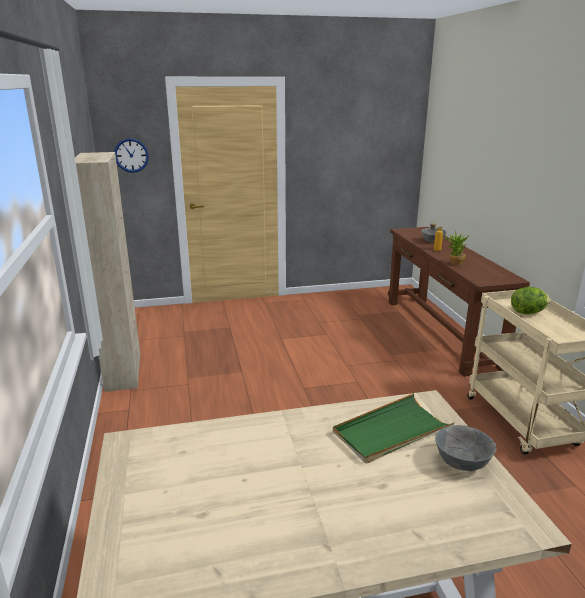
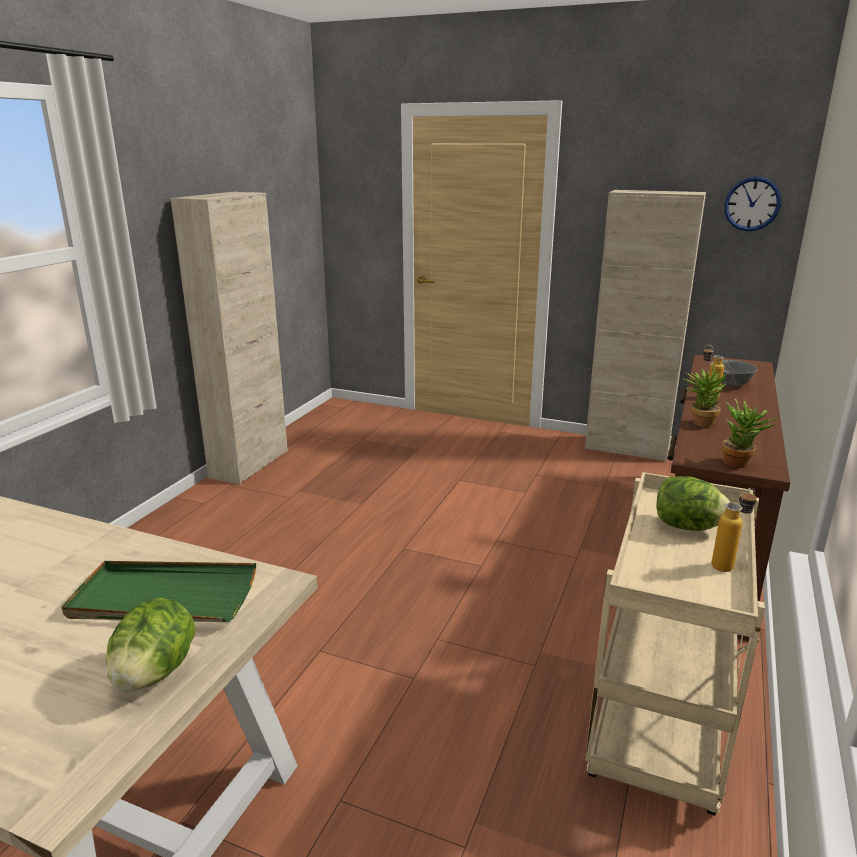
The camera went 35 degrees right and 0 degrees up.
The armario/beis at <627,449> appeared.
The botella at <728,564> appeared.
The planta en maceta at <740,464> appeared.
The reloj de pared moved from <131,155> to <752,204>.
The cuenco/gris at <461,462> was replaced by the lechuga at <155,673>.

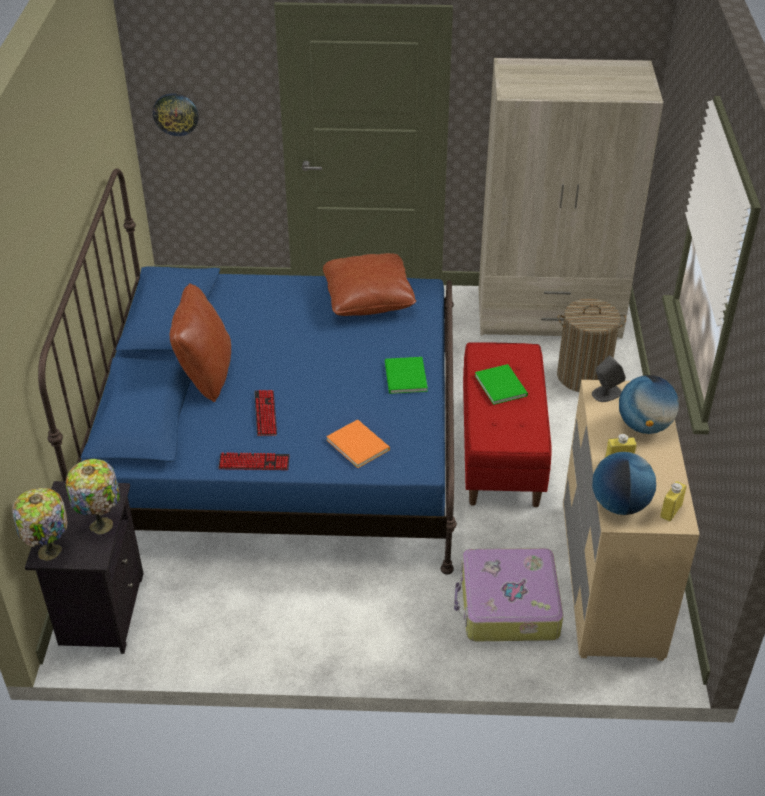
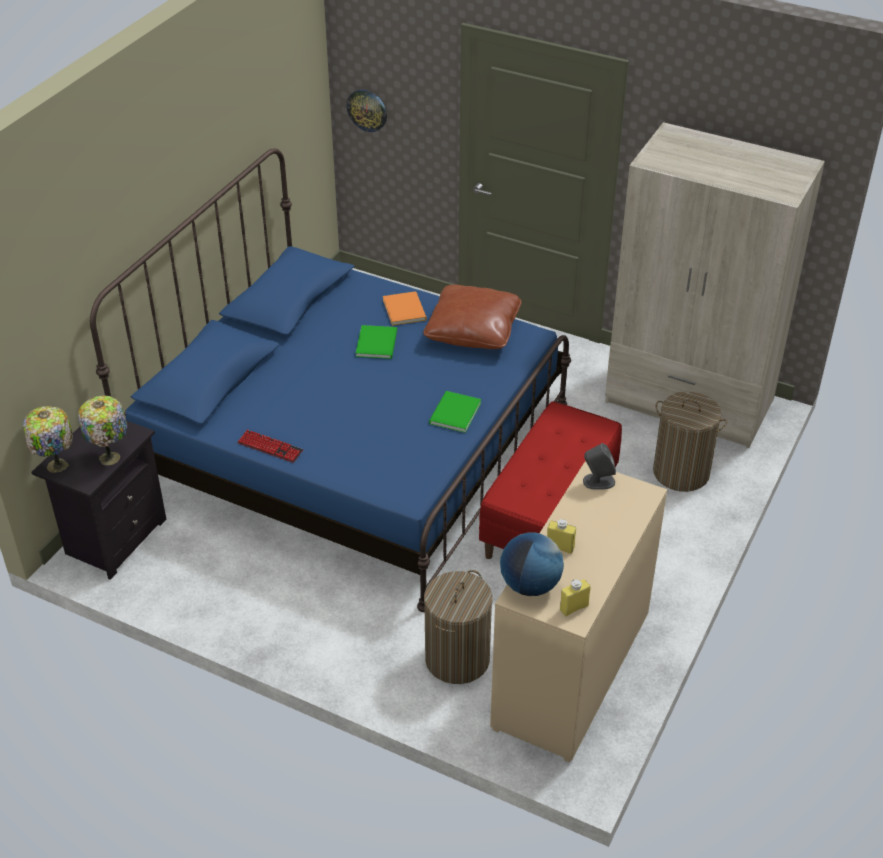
The camera went 25 degrees right and 0 degrees up.
The cojín/marrón at <206,375> disappeared.
The teclado at <265,414> disappeared.
The globo terráqueo at <644,426> disappeared.
The libro/naranja moved from <358,443> to <405,309>.
The libro/verde moved from <501,384> to <378,342>.
The maleta at <507,606> was replaced by the cesto de la ropa at <457,659>.

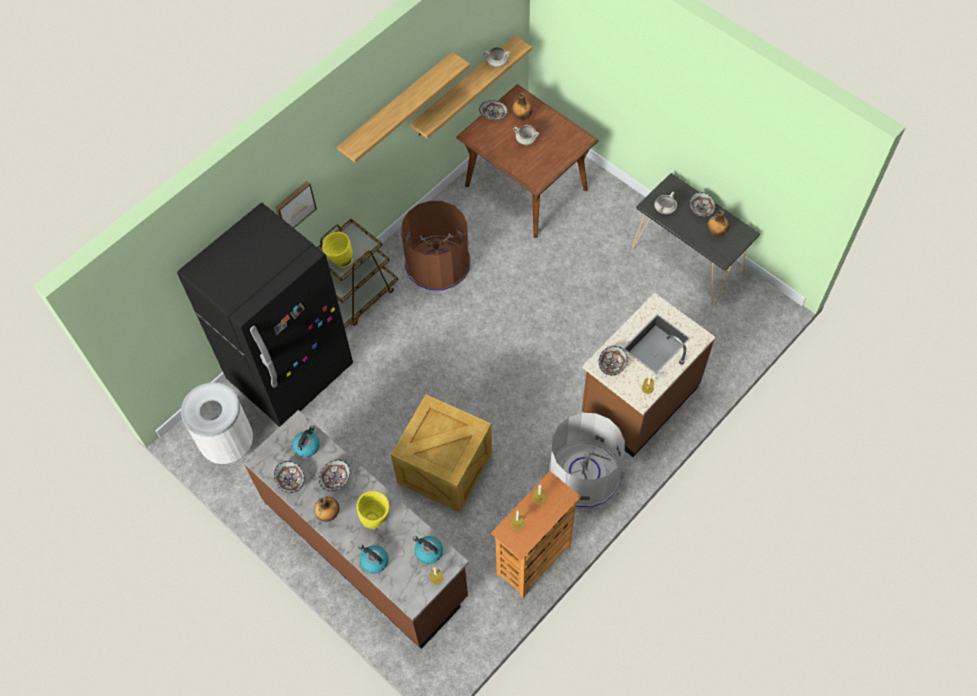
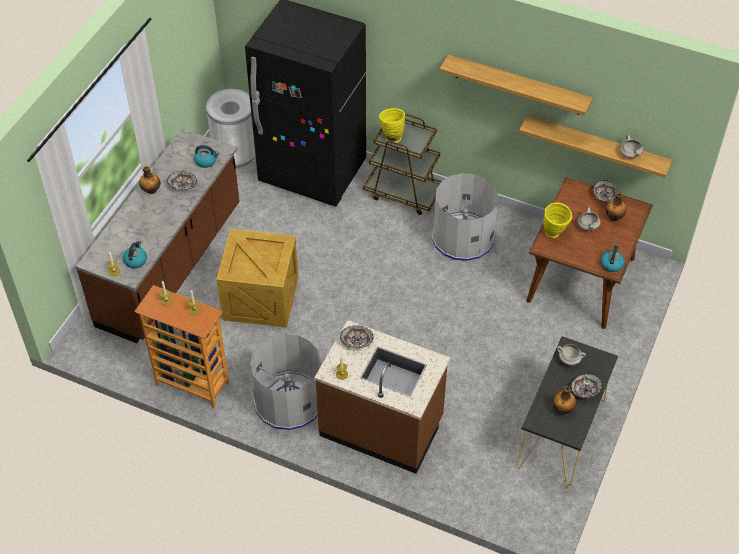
The camera went 70 degrees right and 10 degrees down.
The cuenco at <291,480> disappeared.
The cuadro at <294,206> disappeared.
The florero/amarillo moved from <376,519> to <554,234>.
The hervidor moved from <374,561> to <611,264>.
The papelera/marrón at <437,264> became the papelera/gris at <463,237>.

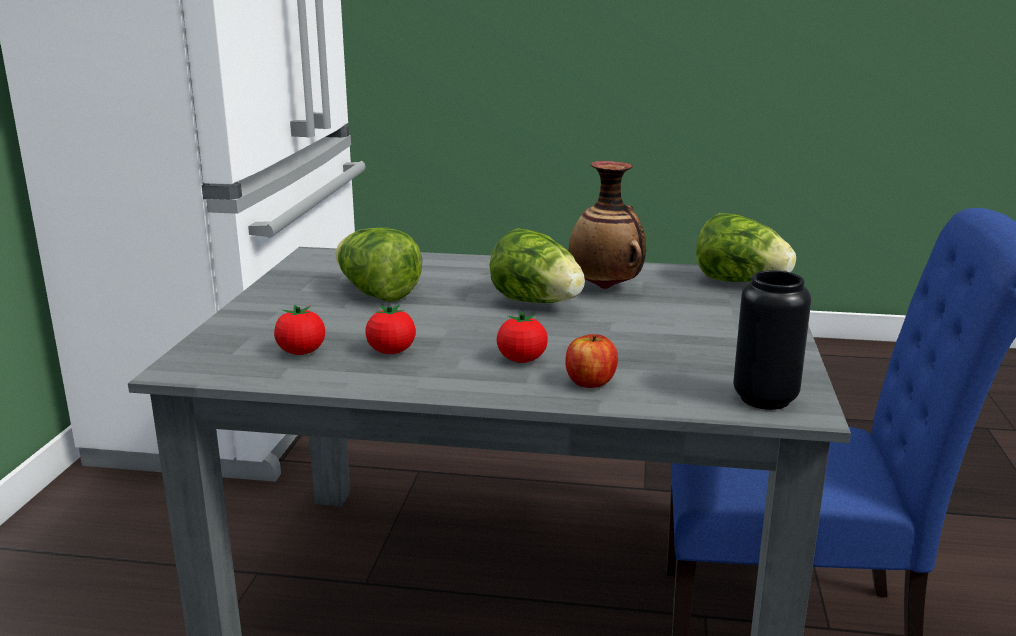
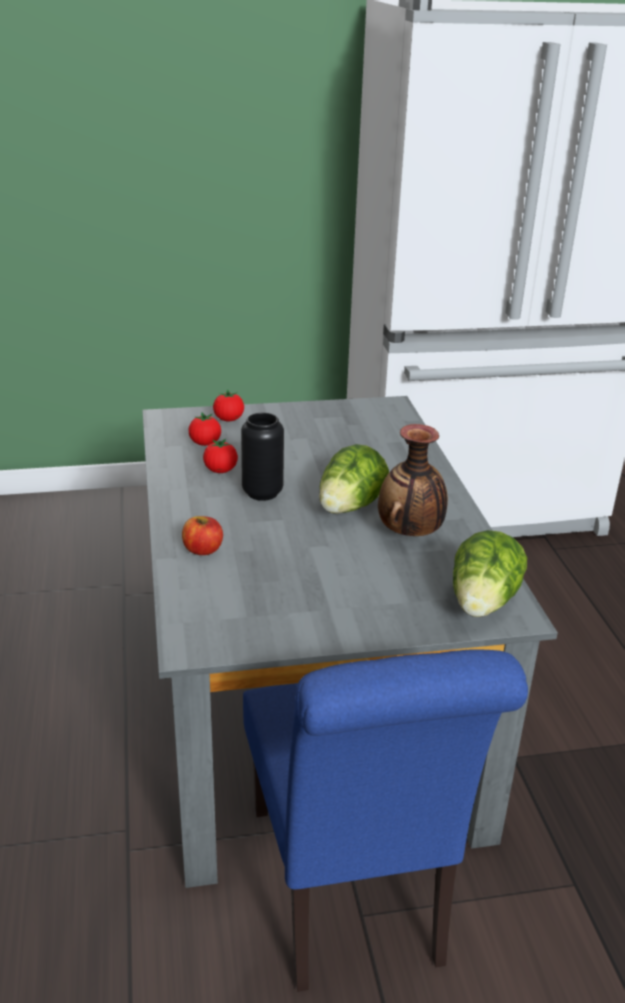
The camera went 70 degrees right and 10 degrees up.
The lechuga at <377,294> disappeared.
The tomate moved from <522,360> to <228,419>.
The florero/negro moved from <765,399> to <262,492>.

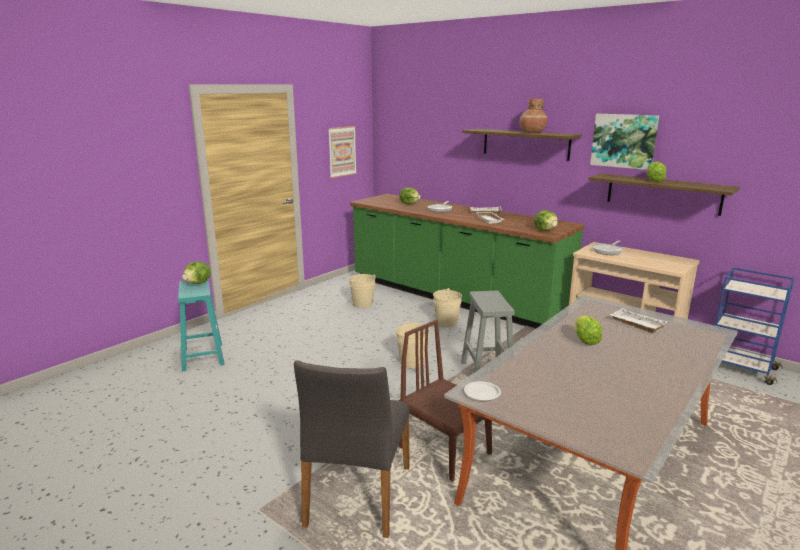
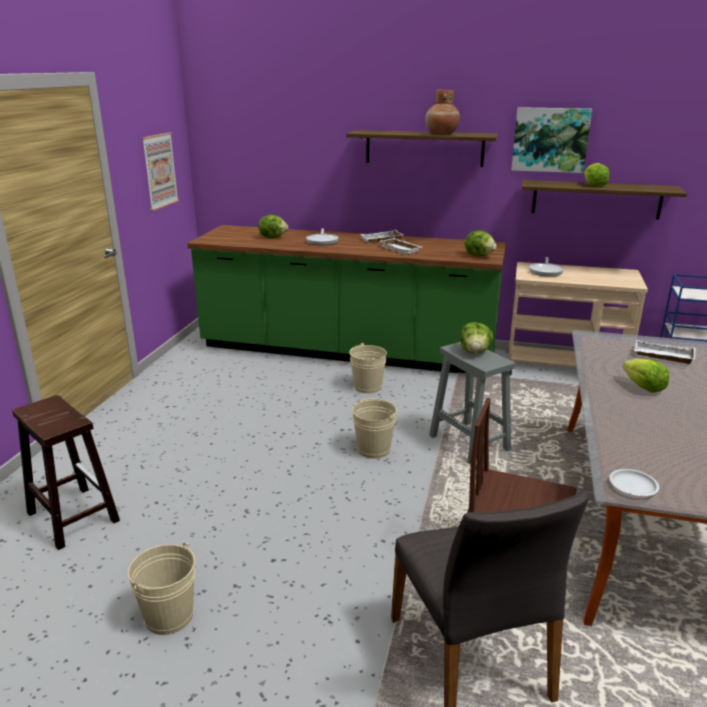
The camera went 25 degrees left and 5 degrees up.
The lechuga moved from <198,283> to <475,352>.
The cubo/beis moved from <362,304> to <169,616>.
The taburete/turquesa at <202,356> became the taburete/marrón at <72,516>.

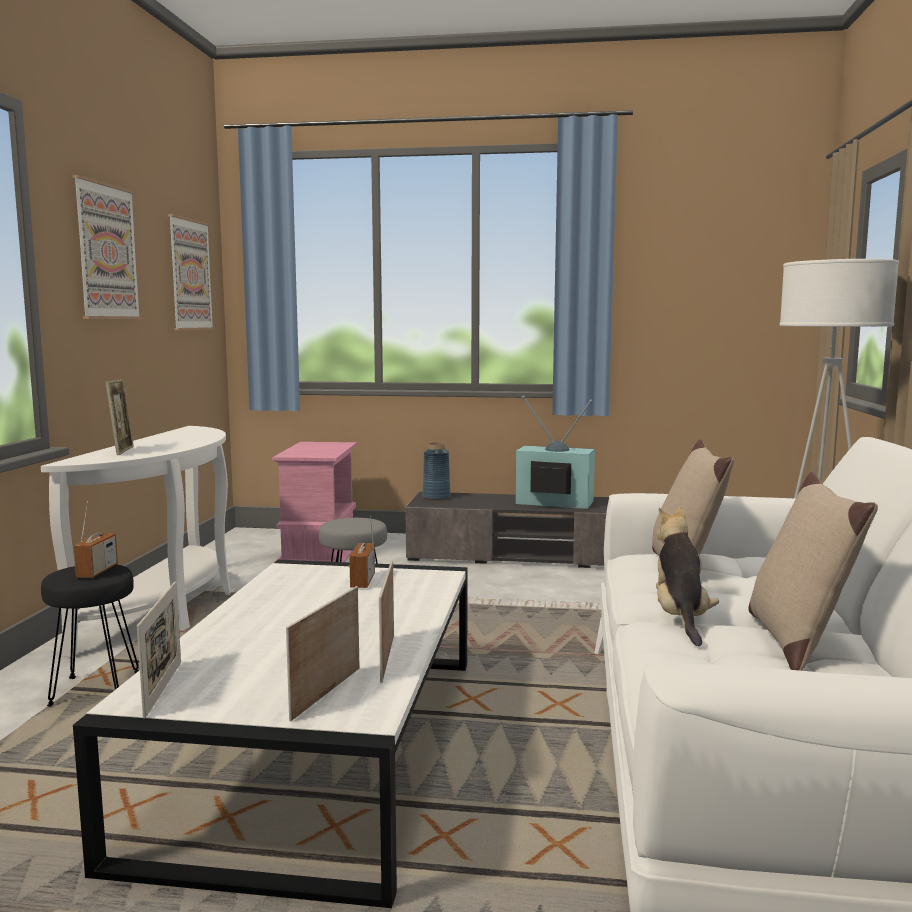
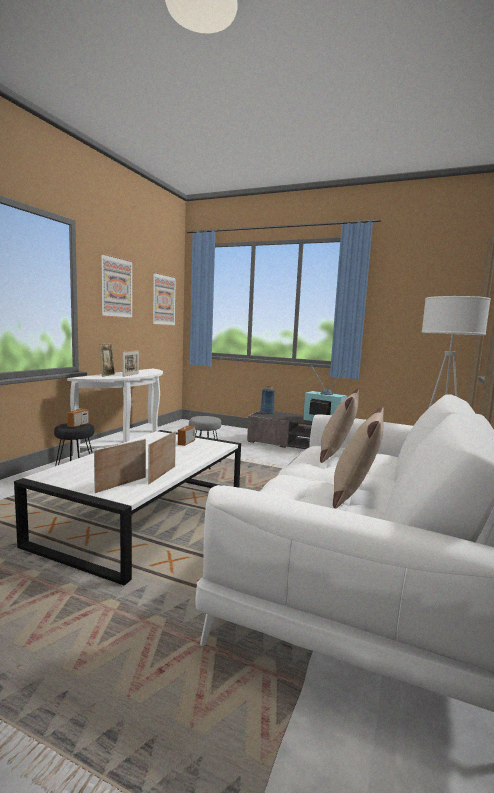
The camera went 15 degrees right and 0 degrees up.
The mesa auxiliar/rosa at <319,552> disappeared.
The peluche at <680,618> disappeared.
The portarretratos moved from <163,688> to <131,375>.

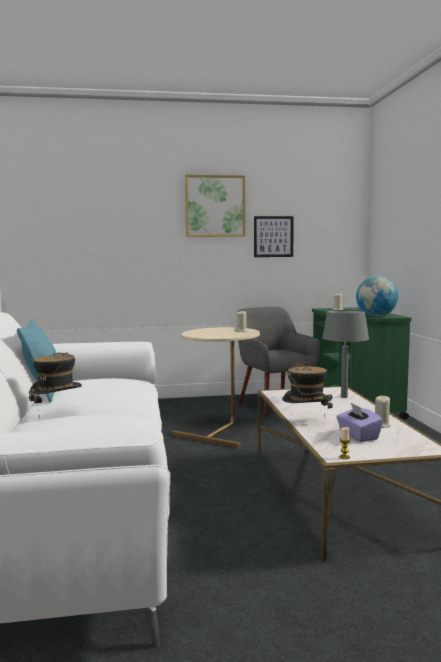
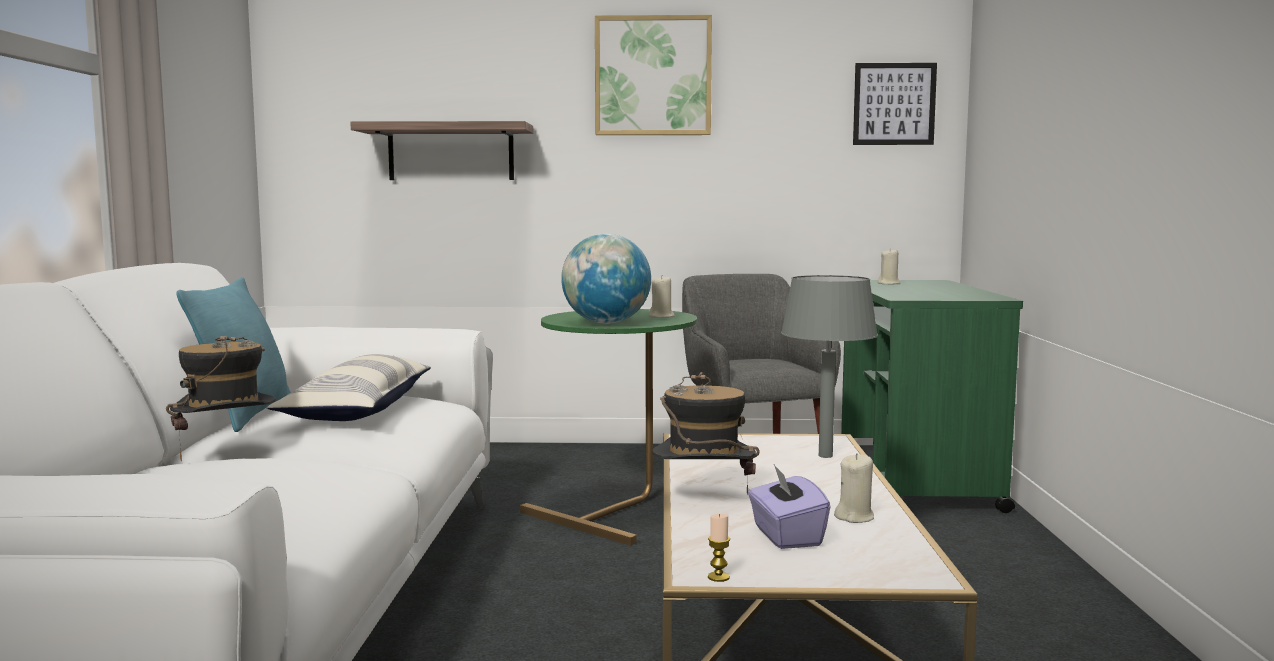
The camera went 10 degrees right and 0 degrees up.
The cojín at <359,409> appeared.
The estante at <451,153> appeared.
The cuadro moved from <273,236> to <894,104>.
The globo terráqueo moved from <376,316> to <606,323>.
The mesa auxiliar/beis at <221,431> became the mesa auxiliar/verde at <618,510>.

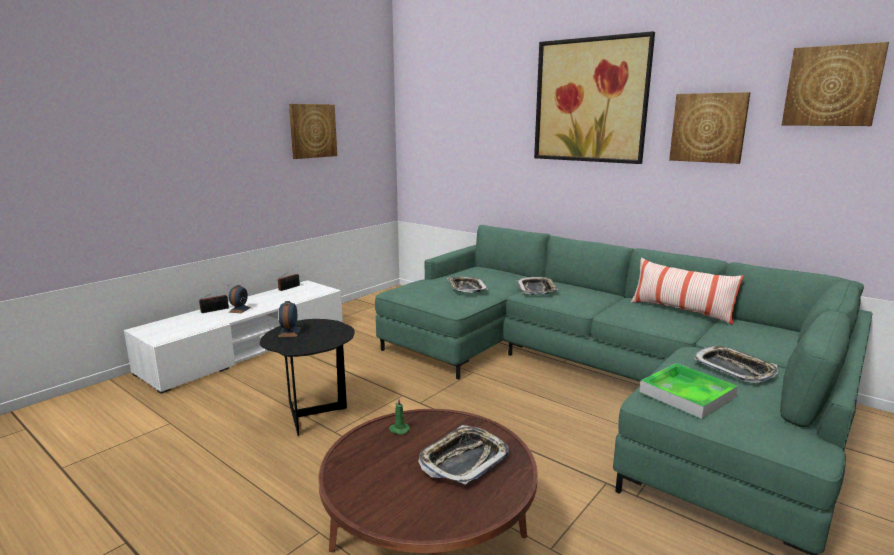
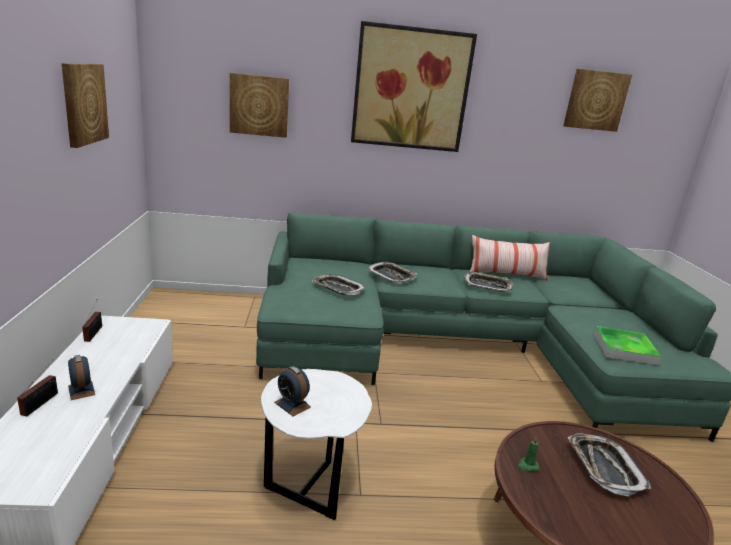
The camera went 45 degrees left and 5 degrees up.
The cuadro moved from <708,128> to <259,105>.
The bandeja moved from <734,369> to <487,285>.
The mesa auxiliar/negro at <314,414> became the mesa auxiliar/blanco at <310,486>.

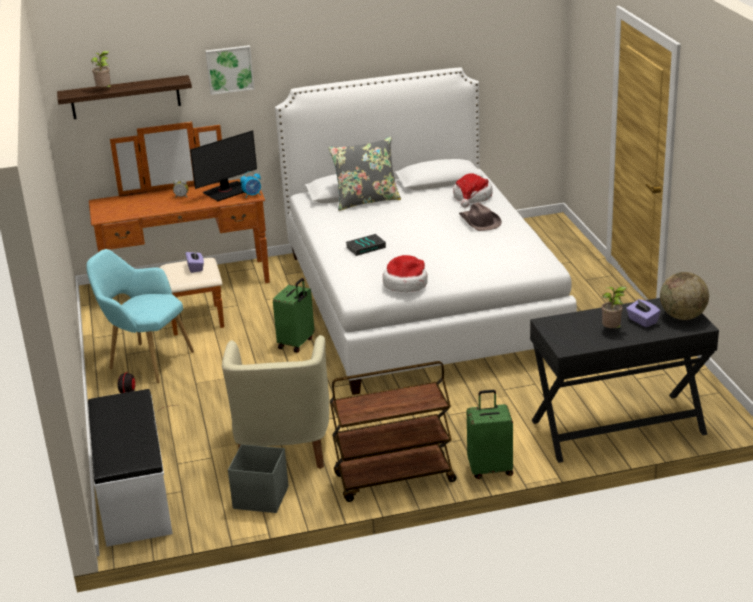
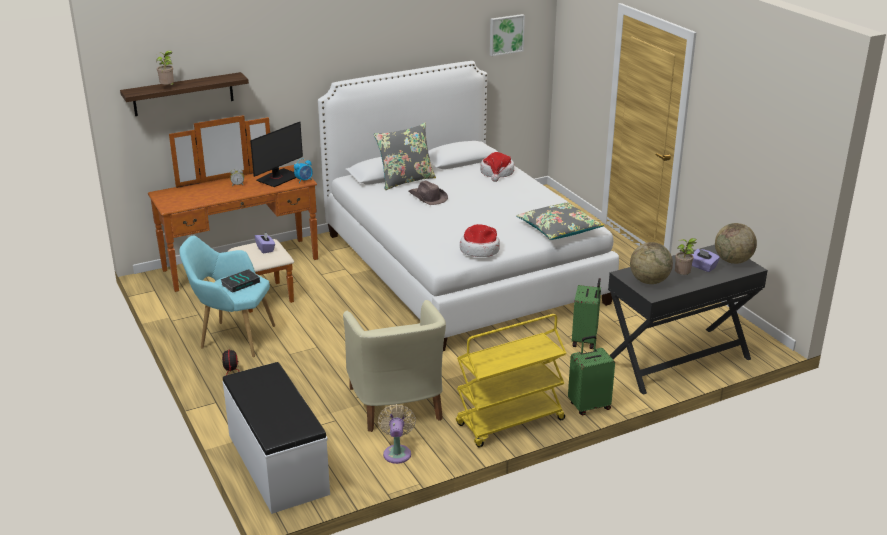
The camera went 15 degrees left and 0 degrees up.
The cojín/gris at <559,229> appeared.
The globo terráqueo at <649,281> appeared.
The cuadro moved from <229,69> to <506,34>.
The maleta/verde moved from <297,343> to <585,340>.
The libro moved from <366,247> to <240,283>.
The sombrero/marrón moved from <479,222> to <427,197>.
The caja de almacenaje/gris at <260,497> was replaced by the ventilador/beis at <397,452>.
The carrito/marrón at <394,479> became the carrito/amarillo at <510,423>.

